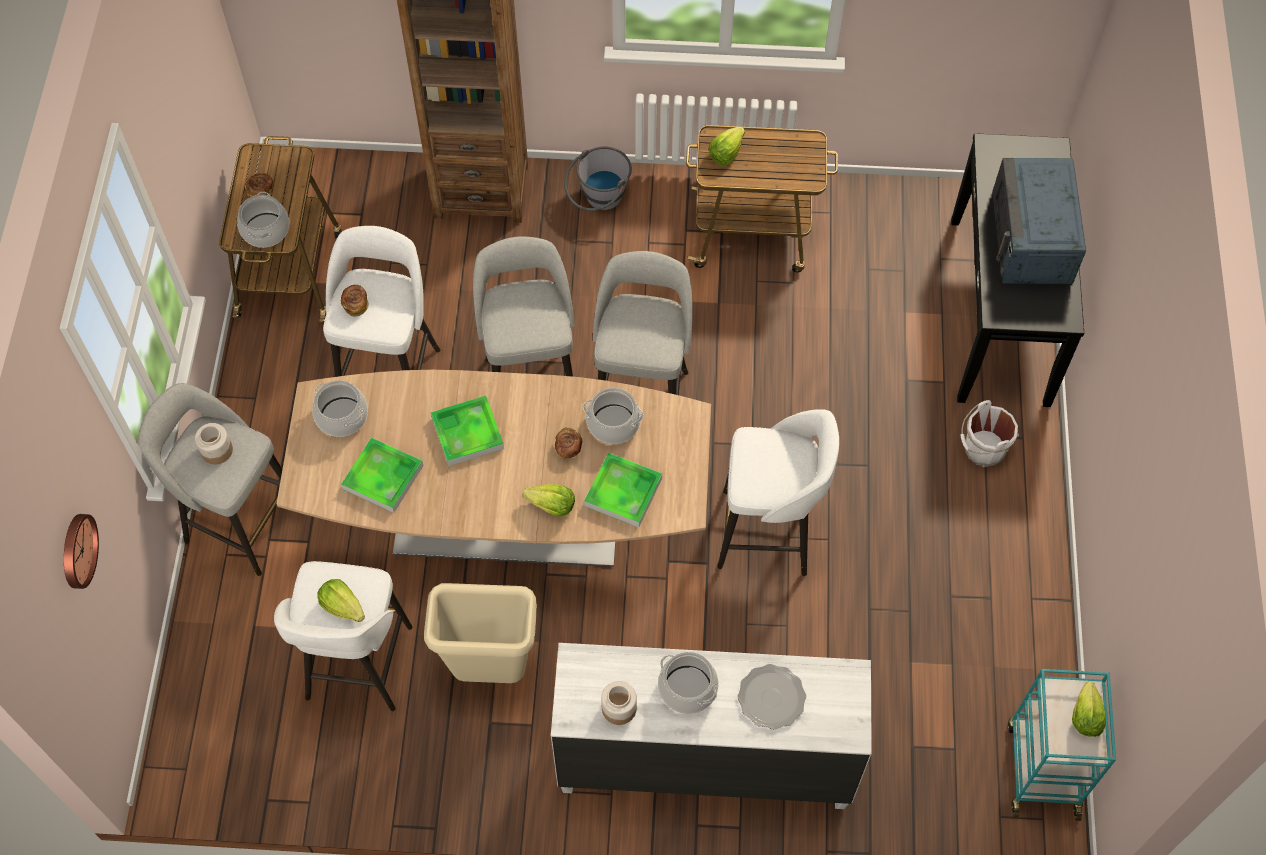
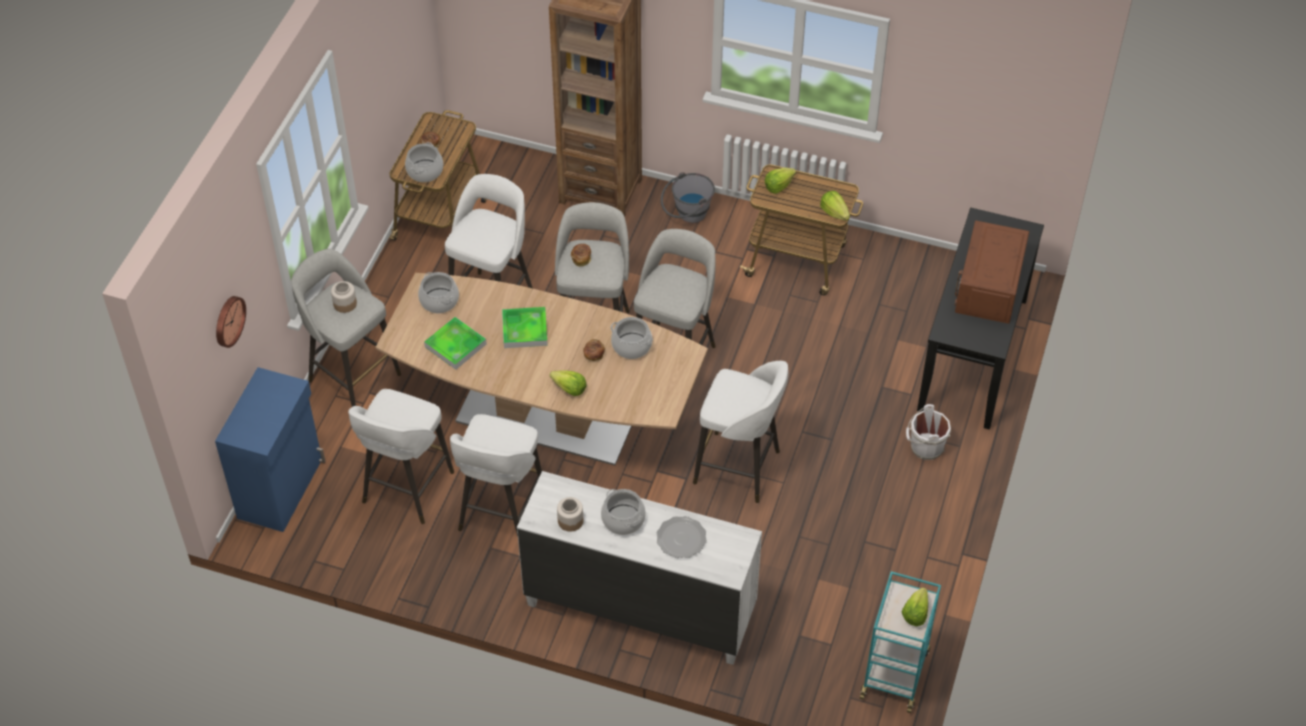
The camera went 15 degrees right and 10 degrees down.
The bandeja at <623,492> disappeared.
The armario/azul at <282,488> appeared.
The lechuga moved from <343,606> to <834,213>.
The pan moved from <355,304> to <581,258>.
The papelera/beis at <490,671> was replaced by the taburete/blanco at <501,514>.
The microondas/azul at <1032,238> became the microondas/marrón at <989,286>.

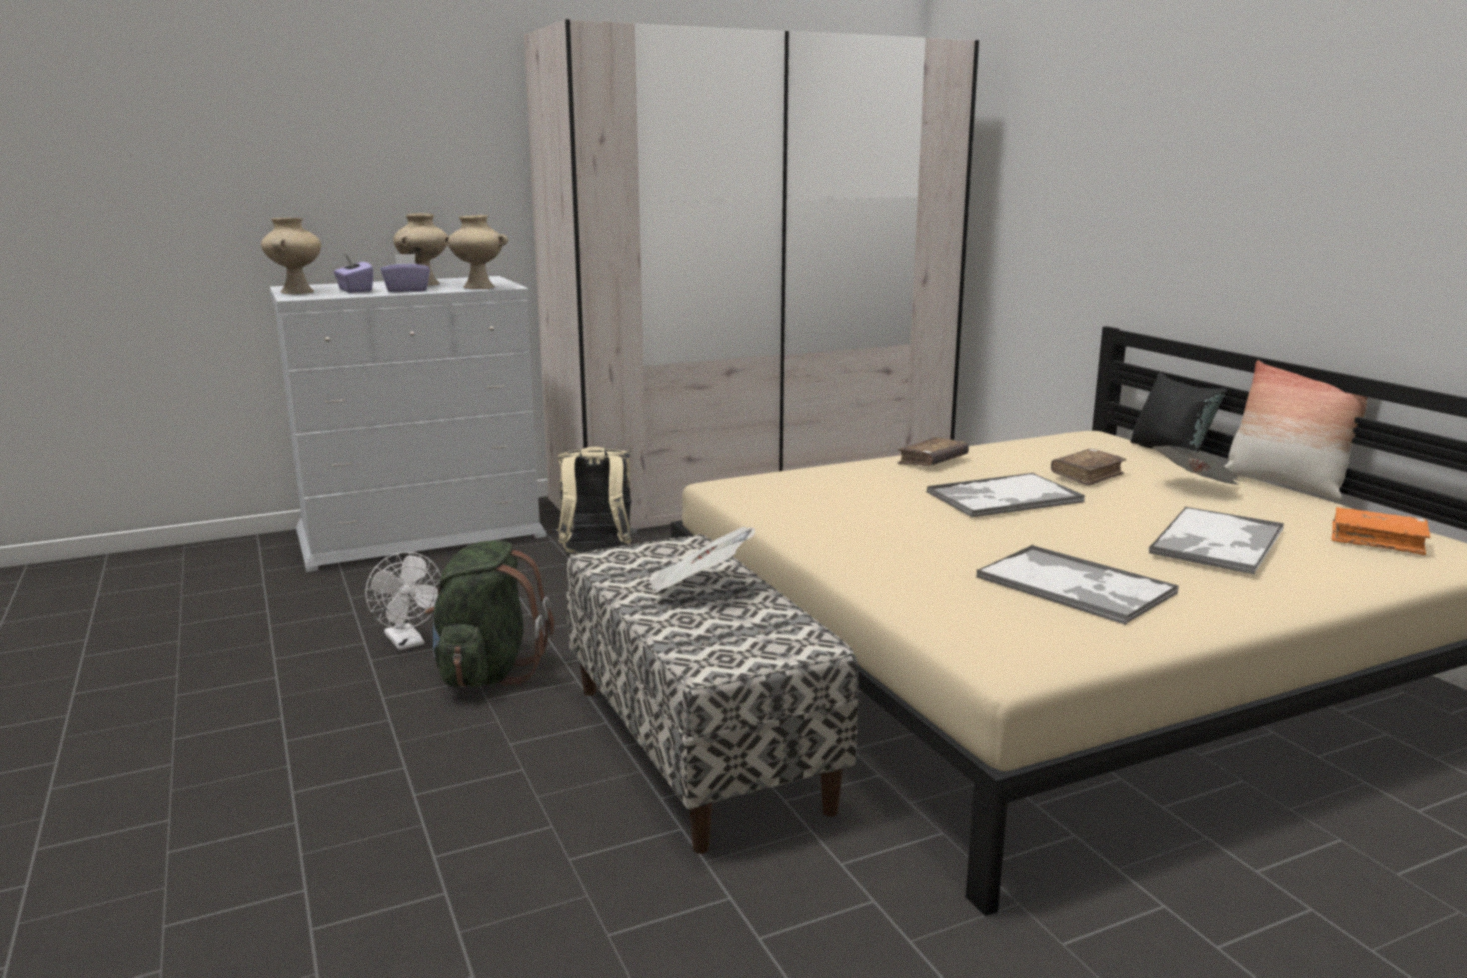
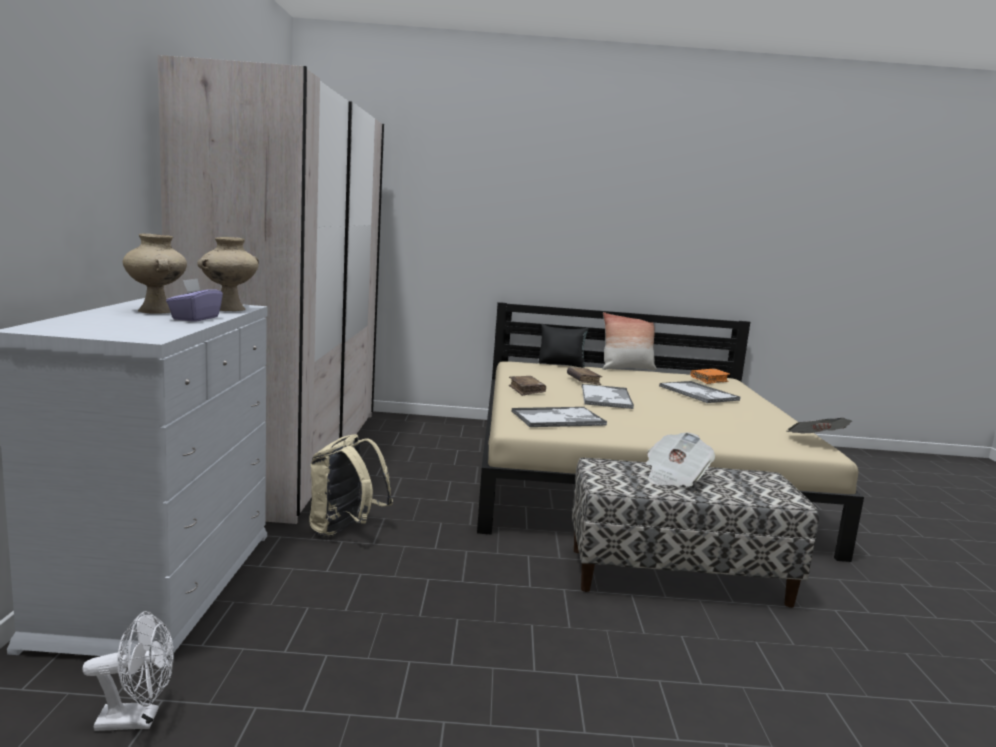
The camera went 65 degrees left and 5 degrees down.
The florero/beis at <296,292> disappeared.
The caja de pañuelos/morado at <354,290> disappeared.
The mochila/verde at <487,672> disappeared.
The ventilador/blanco moved from <408,642> to <137,719>.
The bandeja moved from <1076,586> to <559,418>.
The periódico moved from <1197,488> to <815,441>.

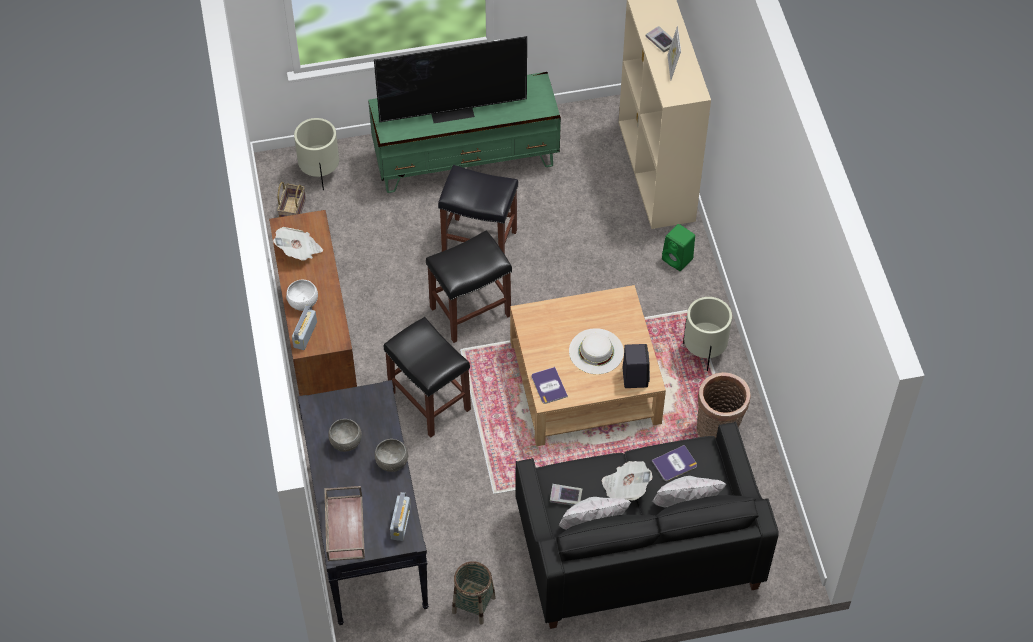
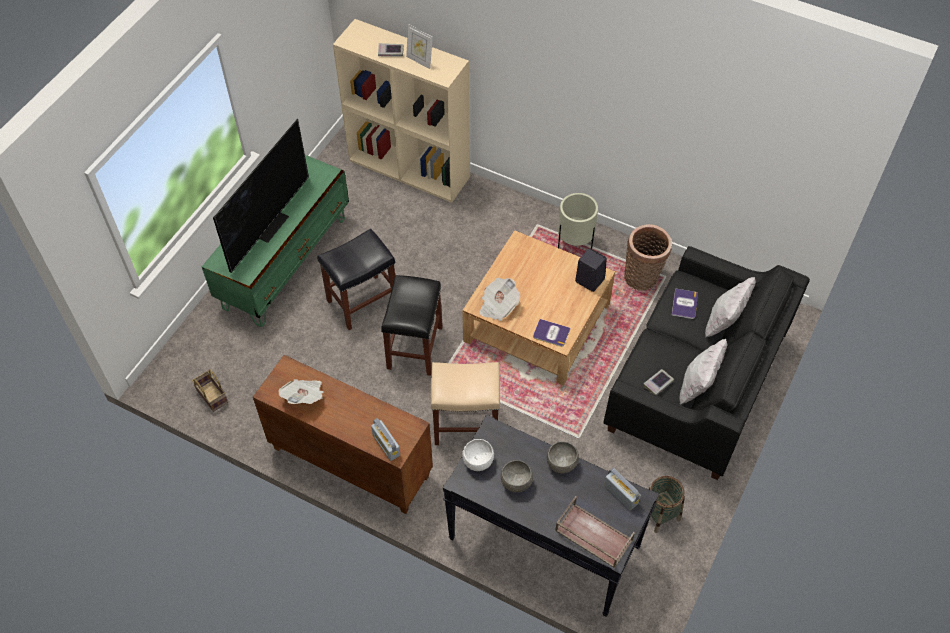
The camera went 50 degrees left and 0 degrees up.
The maceta/beis at <320,173> disappeared.
The sombrero/blanco at <596,351> disappeared.
The altavoz/verde at <678,259> disappeared.
The cuenco/blanco moved from <303,302> to <477,461>.
The periódico moved from <625,488> to <498,306>.
The taburete/negro at <428,401> became the taburete/beis at <465,424>.

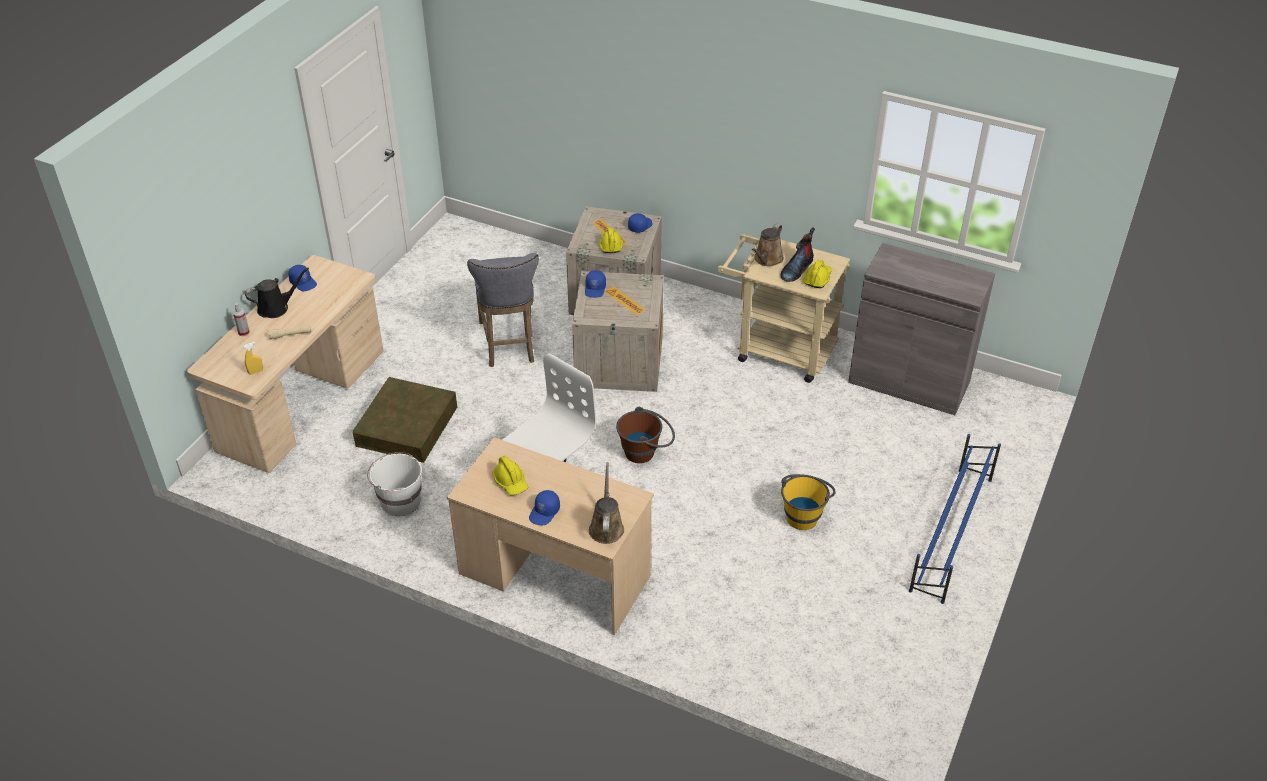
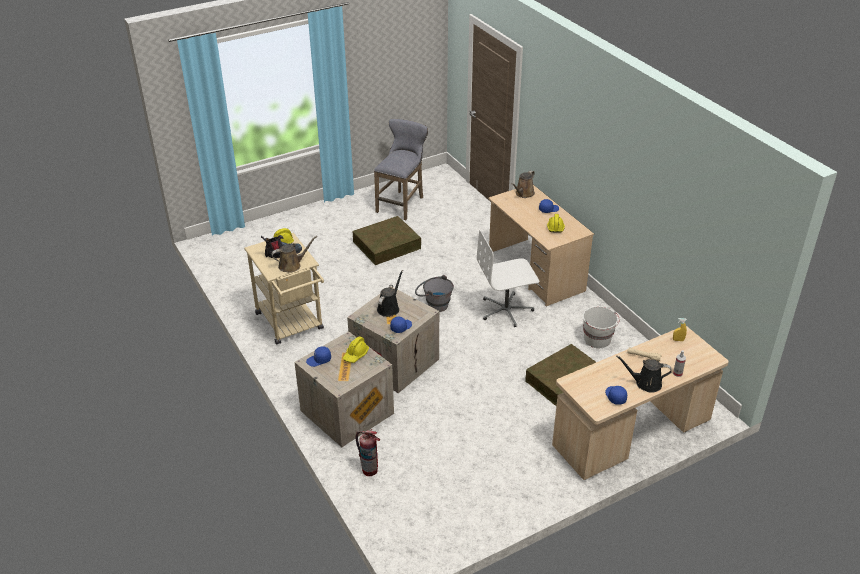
The camera went 145 degrees left and 5 degrees down.
The armario/gris at <909,382> disappeared.
The zapatero/azul at <951,534> disappeared.
The extintor at <369,469> appeared.
The regadera/negro at <389,308> appeared.
The taburete/gris moved from <508,344> to <402,203>.
The cubo/amarillo at <803,513> was replaced by the caja de almacenaje/marrón at <386,245>.
The cubo/marrón at <646,452> became the cubo/gris at <434,304>.

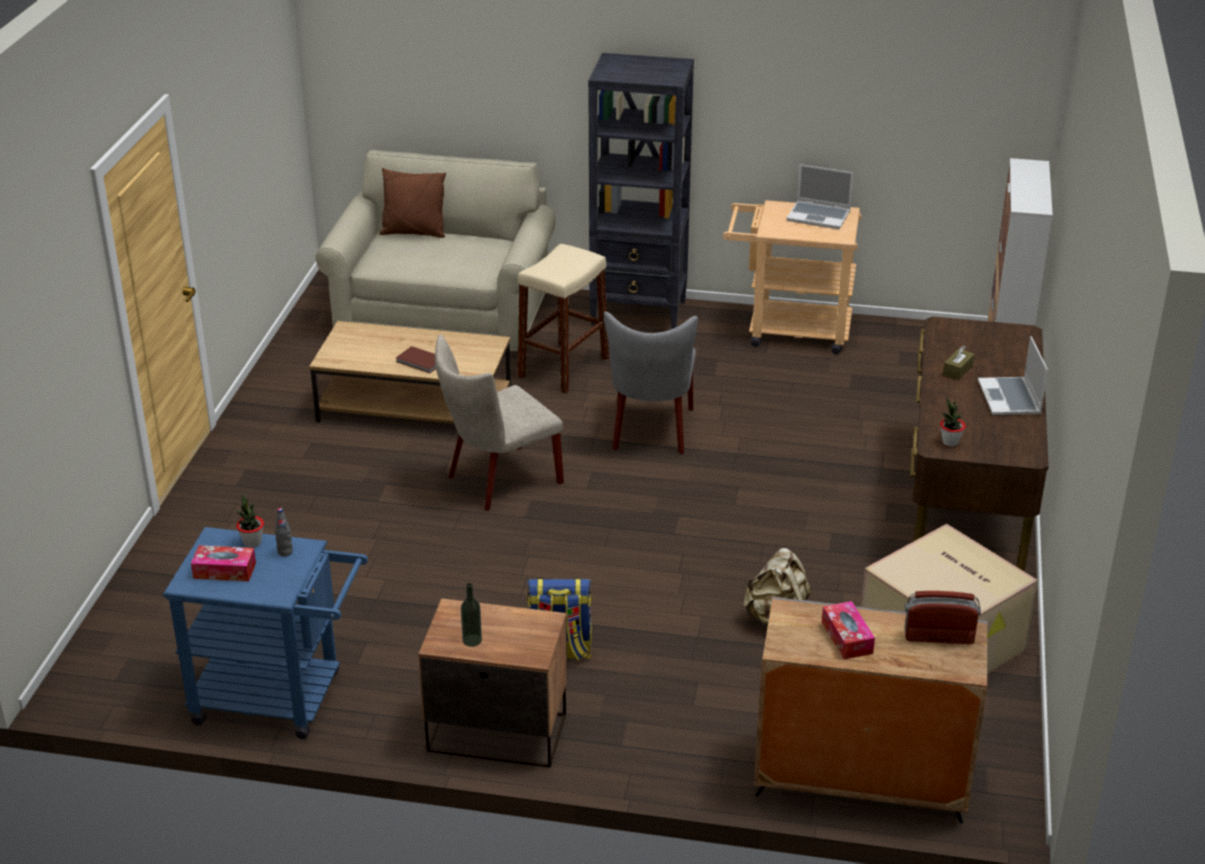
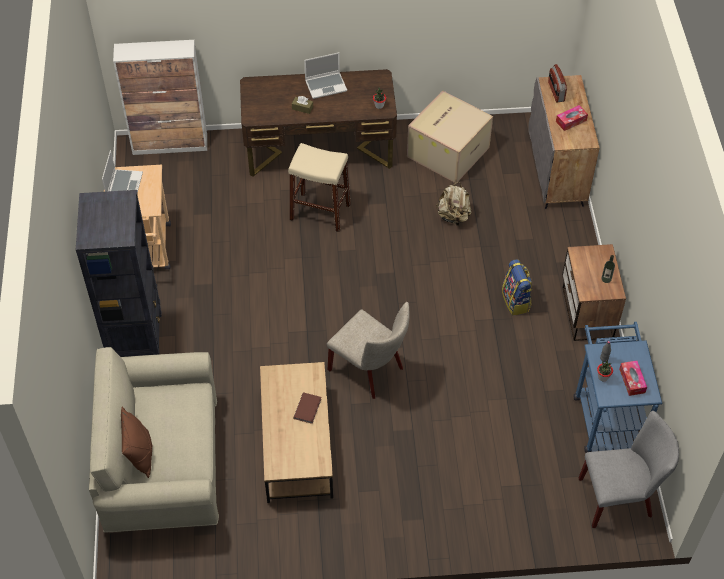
The camera went 105 degrees left and 20 degrees up.
The taburete/beis moved from <563,368> to <320,212>.
The silla/gris moved from <651,432> to <620,497>.

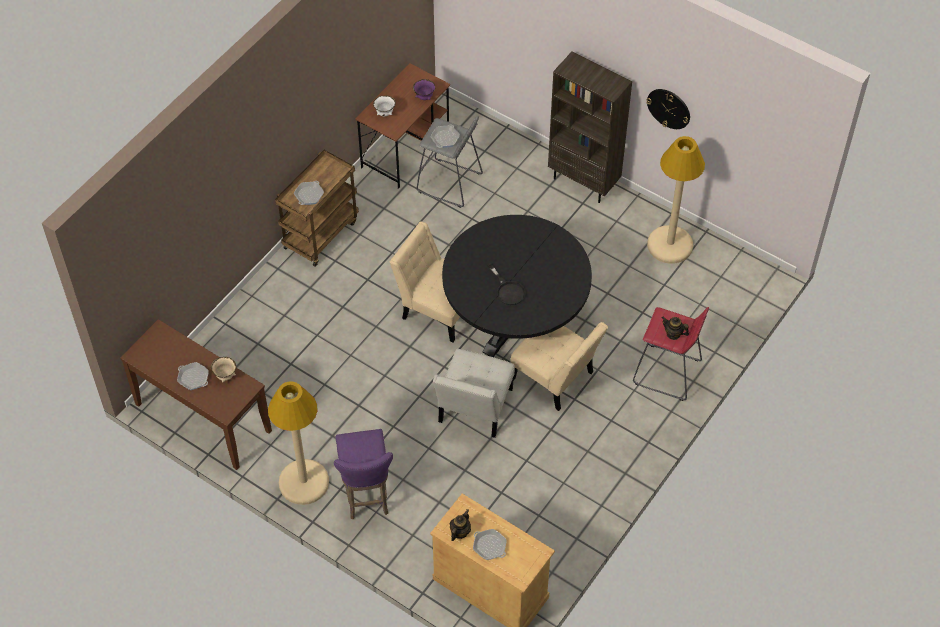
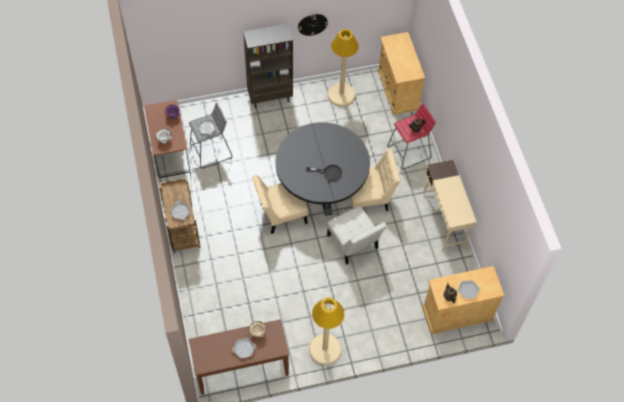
The camera went 50 degrees left and 5 degrees up.
The taburete/morado at <366,494> disappeared.
The armario/beis at <397,90> appeared.
The escritorio/beis at <444,219> appeared.

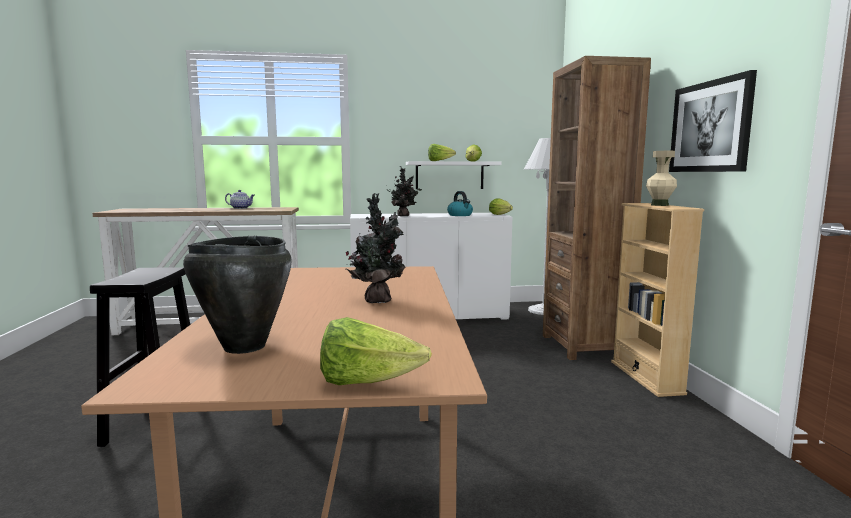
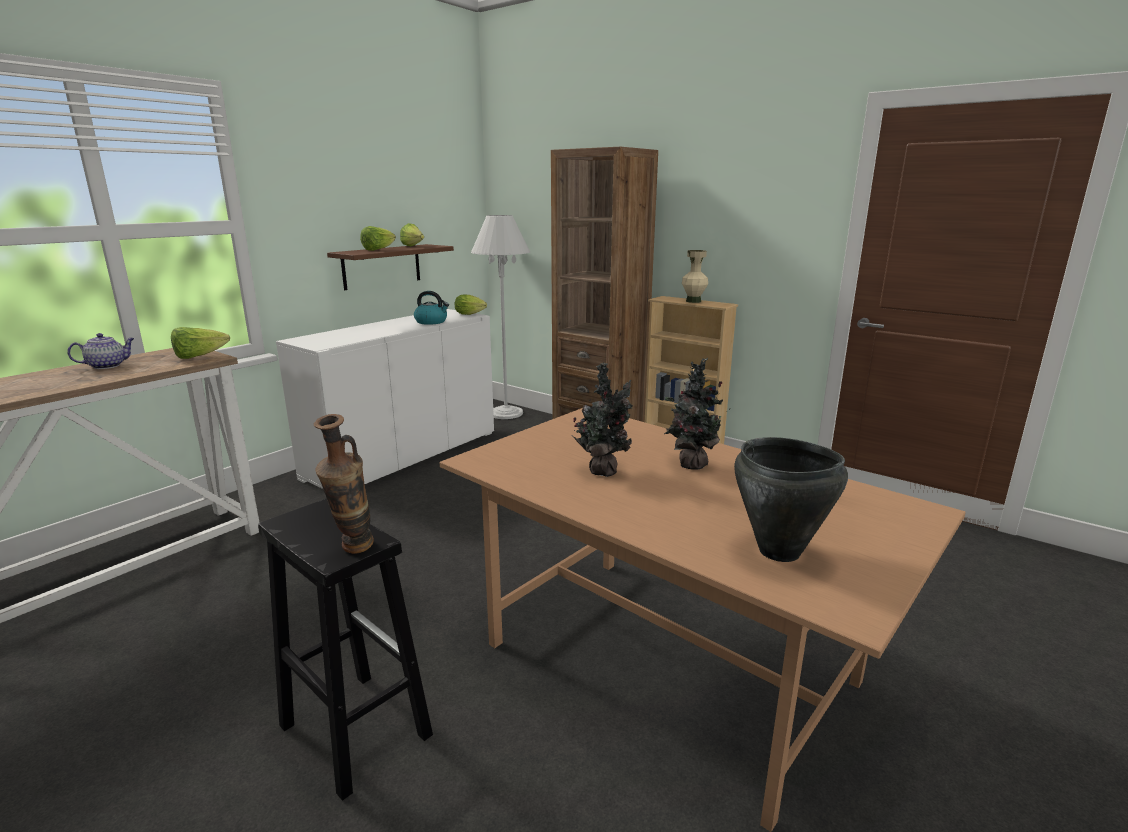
The camera went 45 degrees left and 10 degrees up.
The cuadro at <710,127> disappeared.
The florero at <353,551> appeared.
The lechuga moved from <367,382> to <199,356>.
The planta en maceta moved from <404,216> to <603,470>.
The estante/blanco at <449,175> became the estante/marrón at <382,266>.

